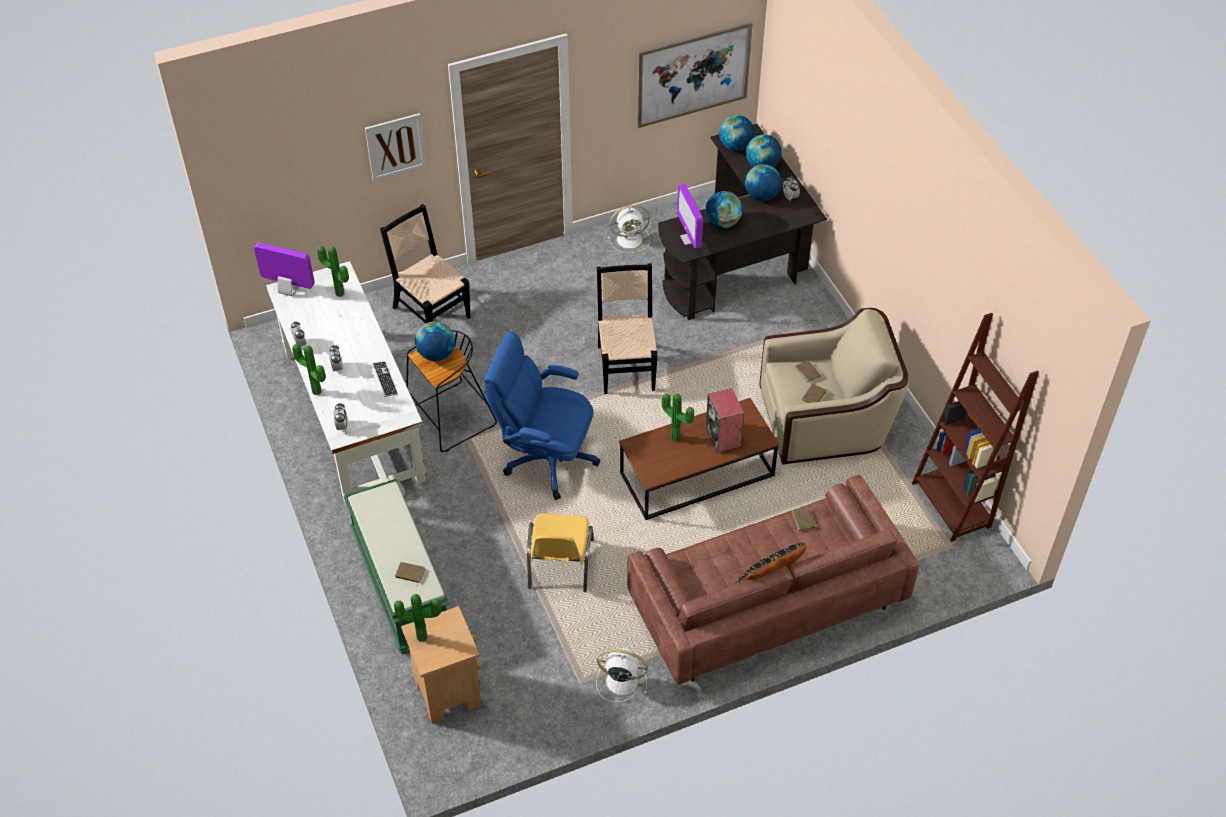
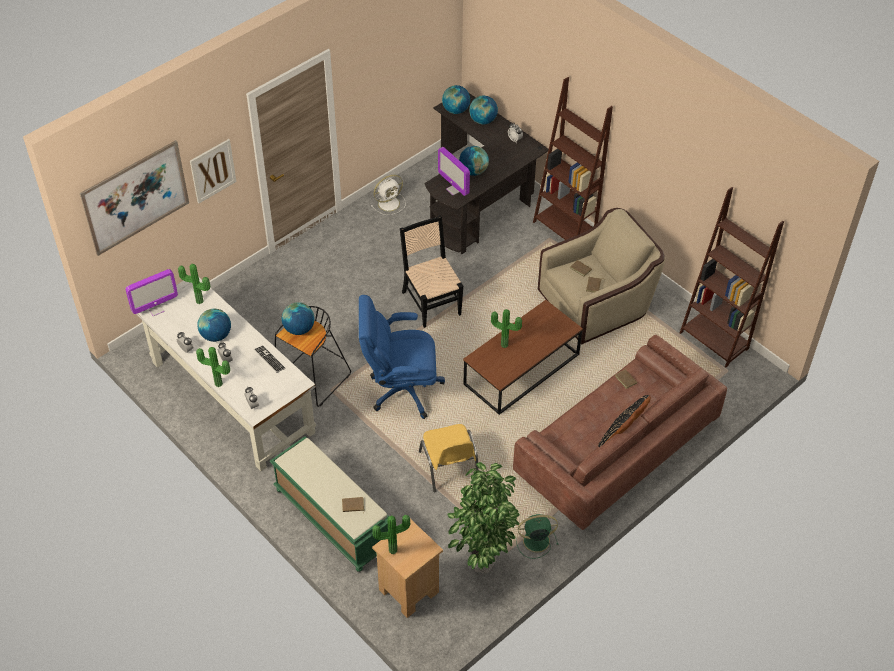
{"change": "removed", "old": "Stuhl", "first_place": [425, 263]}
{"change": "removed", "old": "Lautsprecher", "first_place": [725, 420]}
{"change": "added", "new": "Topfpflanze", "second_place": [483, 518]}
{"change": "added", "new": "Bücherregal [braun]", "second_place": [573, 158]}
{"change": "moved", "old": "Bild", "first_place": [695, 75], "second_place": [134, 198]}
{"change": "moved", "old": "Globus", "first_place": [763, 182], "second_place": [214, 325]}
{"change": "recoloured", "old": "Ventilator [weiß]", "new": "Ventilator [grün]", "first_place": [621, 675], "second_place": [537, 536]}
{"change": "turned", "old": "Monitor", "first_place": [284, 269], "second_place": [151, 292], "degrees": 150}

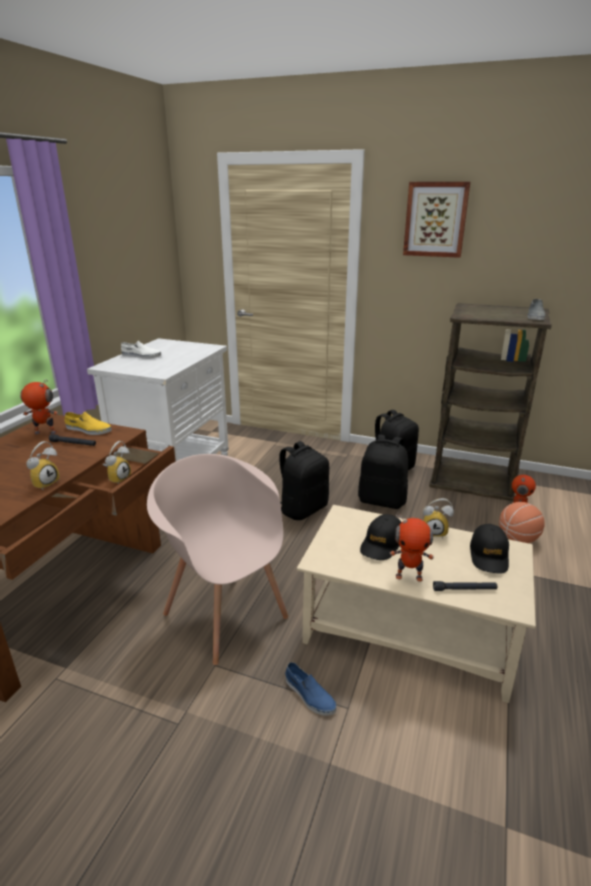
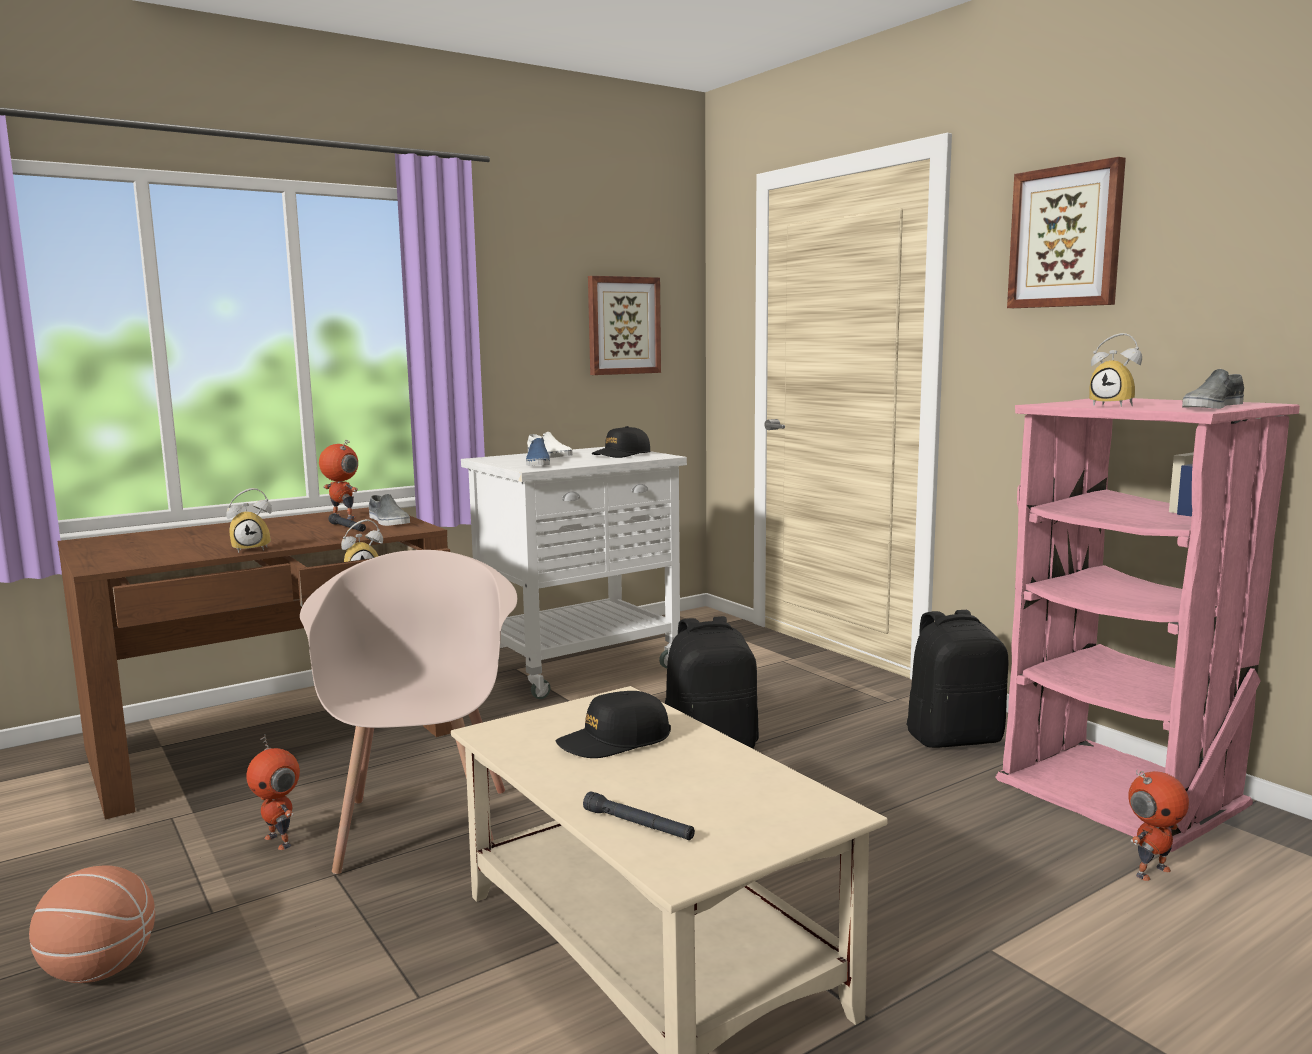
{"change": "removed", "old": "Rucksack [schwarz]", "first_place": [383, 471]}
{"change": "added", "new": "Bild", "second_place": [624, 325]}
{"change": "moved", "old": "Schuh [blau]", "first_place": [310, 689], "second_place": [538, 452]}
{"change": "moved", "old": "Spielzeugroboter", "first_place": [412, 547], "second_place": [273, 792]}
{"change": "moved", "old": "Wecker", "first_place": [438, 518], "second_place": [1115, 370]}
{"change": "moved", "old": "Kappe [schwarz]", "first_place": [489, 549], "second_place": [621, 442]}
{"change": "moved", "old": "Basketball", "first_place": [522, 522], "second_place": [92, 924]}
{"change": "recoloured", "old": "Schuh [gelb]", "new": "Schuh [grau]", "first_place": [88, 423], "second_place": [389, 510]}
{"change": "recoloured", "old": "Bücherregal [braun]", "new": "Bücherregal [rosa]", "first_place": [490, 402], "second_place": [1147, 625]}

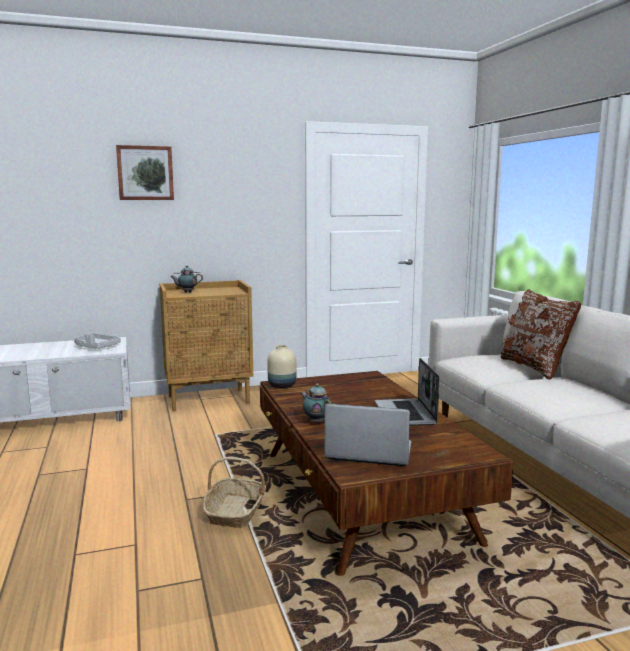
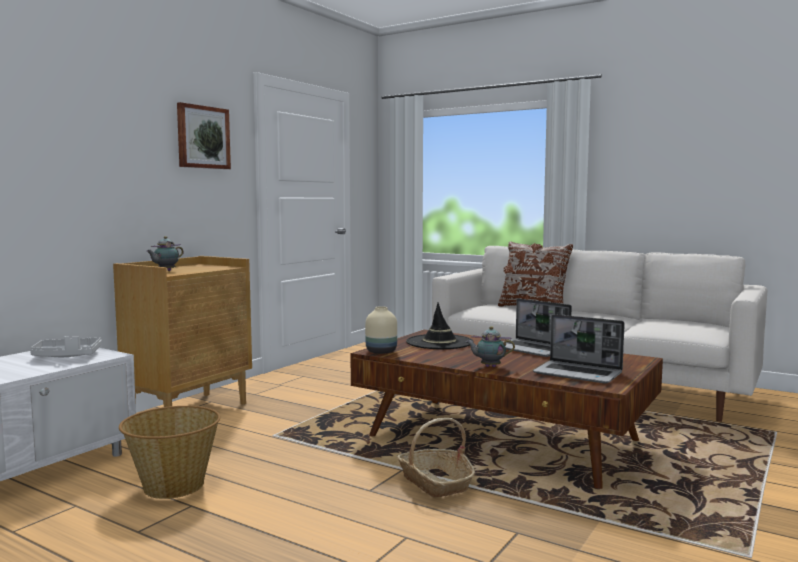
{"change": "added", "new": "Korb", "second_place": [170, 452]}
{"change": "added", "new": "Hut [schwarz]", "second_place": [439, 326]}
{"change": "moved", "old": "Bild", "first_place": [145, 172], "second_place": [204, 135]}
{"change": "turned", "old": "Laptop", "first_place": [367, 434], "second_place": [579, 349], "degrees": -120}

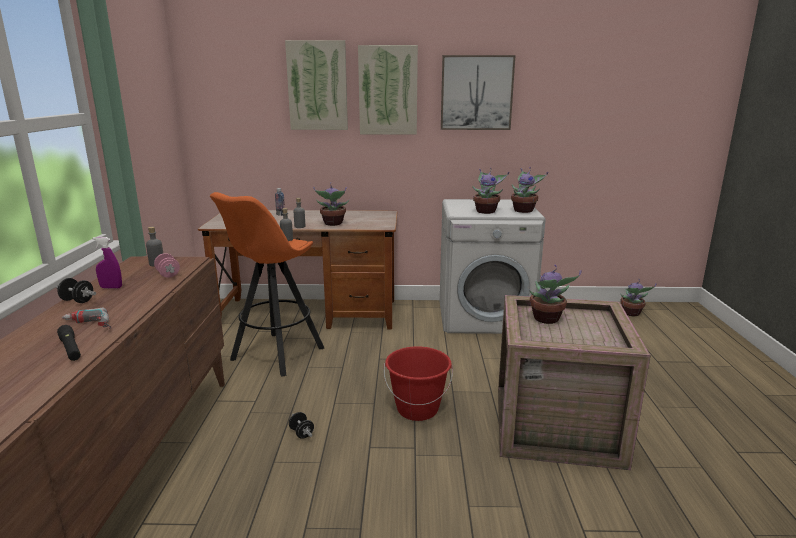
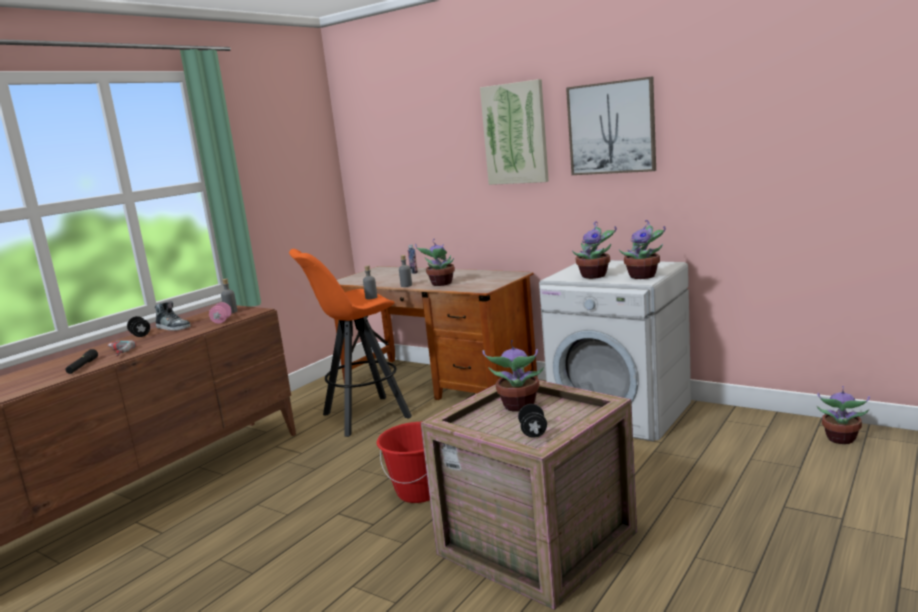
{"change": "removed", "old": "Bild", "first_place": [316, 85]}
{"change": "moved", "old": "Hantel [schwarz]", "first_place": [301, 425], "second_place": [532, 421]}
{"change": "replaced", "old": "Sprühflasche [lila]", "new": "Schuh", "first_place": [107, 263], "second_place": [173, 316]}

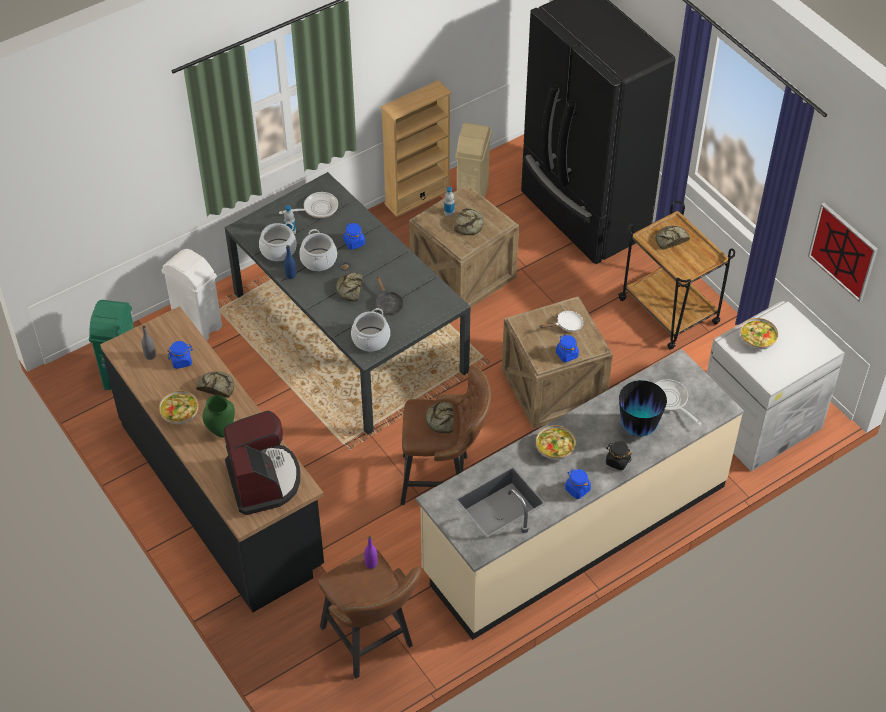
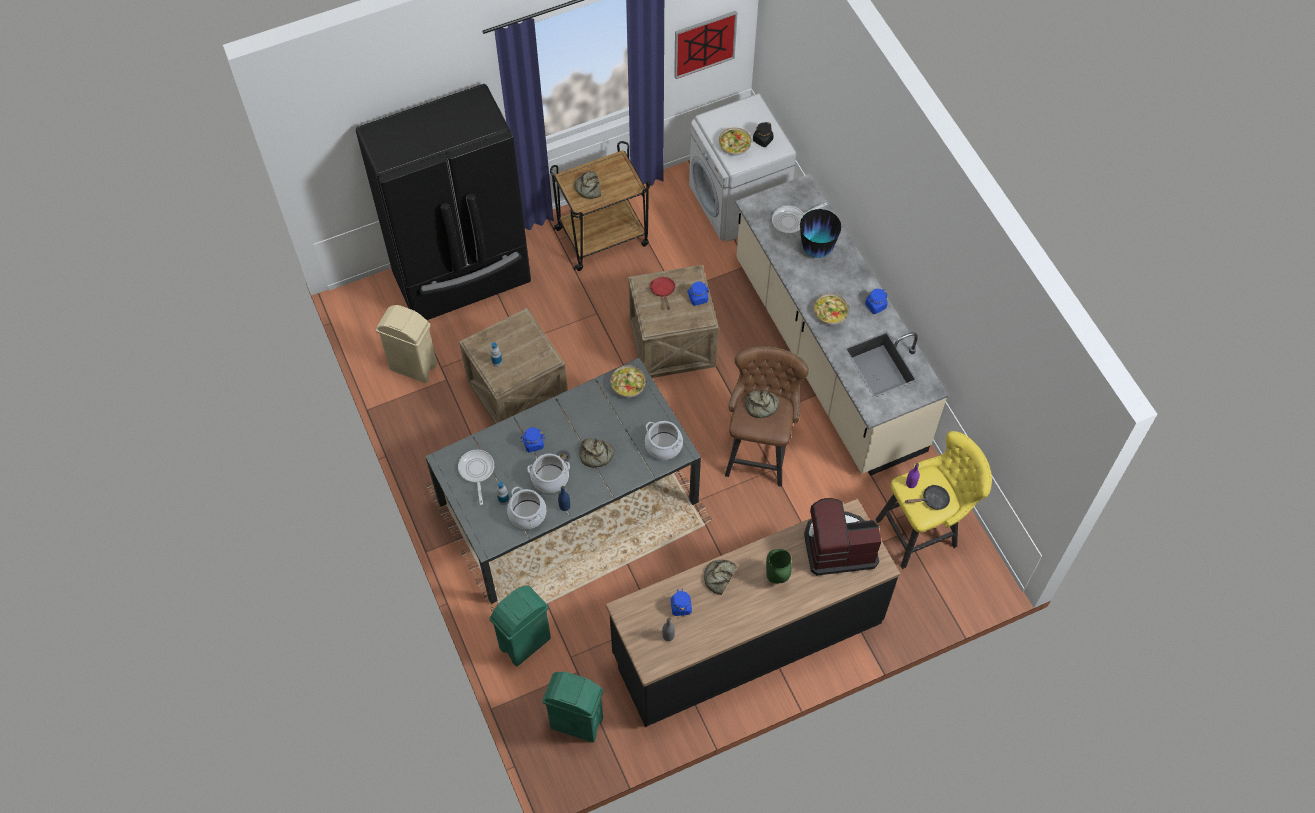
{"change": "removed", "old": "Bücherregal [beige]", "first_place": [416, 148]}
{"change": "removed", "old": "Brot", "first_place": [468, 221]}
{"change": "moved", "old": "Schüssel", "first_place": [178, 407], "second_place": [628, 382]}
{"change": "moved", "old": "Pfanne [schwarz]", "first_place": [389, 295], "second_place": [927, 497]}
{"change": "moved", "old": "Vorratsglas [schwarz]", "first_place": [618, 456], "second_place": [763, 134]}
{"change": "recoloured", "old": "Mülleimer [weiß]", "new": "Mülleimer [grün]", "first_place": [191, 295], "second_place": [520, 625]}
{"change": "recoloured", "old": "Hocker [braun]", "new": "Hocker [gelb]", "first_place": [369, 614], "second_place": [933, 500]}
{"change": "recoloured", "old": "Pfanne [weiß]", "new": "Pfanne [rot]", "first_place": [561, 321], "second_place": [662, 293]}

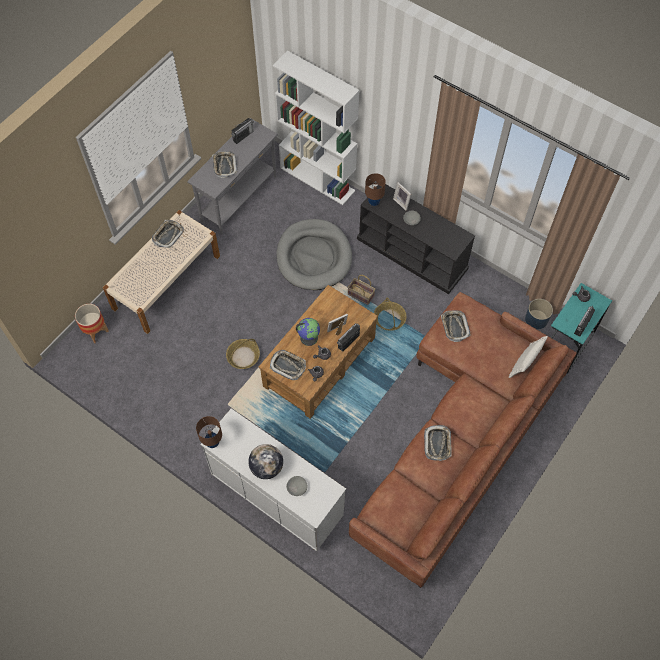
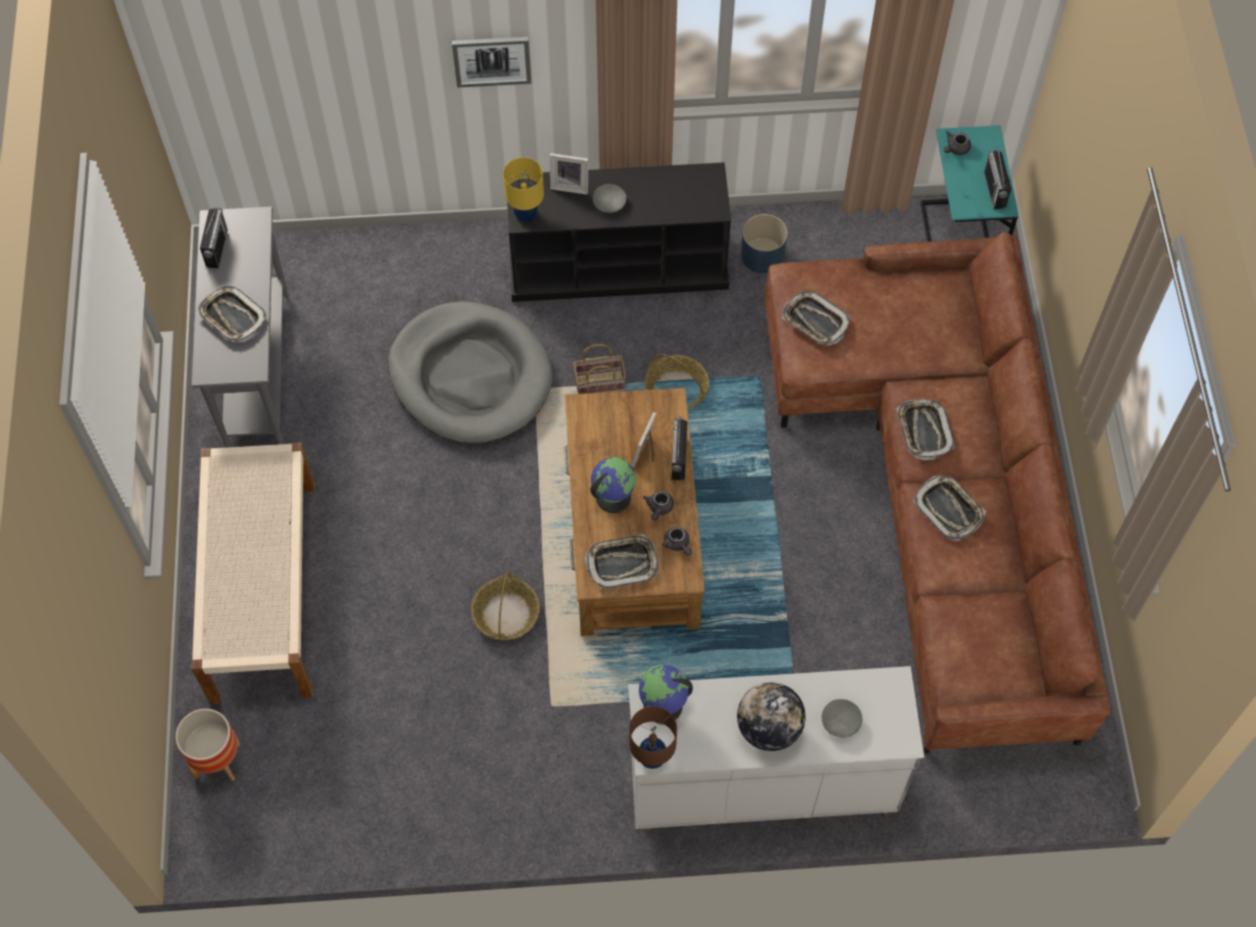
{"change": "removed", "old": "Bücherregal [weiß]", "first_place": [316, 128]}
{"change": "removed", "old": "Kissen [weiß]", "first_place": [528, 357]}
{"change": "added", "new": "Bild", "second_place": [491, 62]}
{"change": "added", "new": "Globus", "second_place": [666, 694]}
{"change": "moved", "old": "Tablett", "first_place": [168, 234], "second_place": [925, 430]}
{"change": "moved", "old": "Pflanzkübel [blau]", "first_place": [539, 314], "second_place": [764, 243]}
{"change": "recoloured", "old": "Tischlampe [braun]", "new": "Tischlampe [gelb]", "first_place": [375, 189], "second_place": [523, 189]}

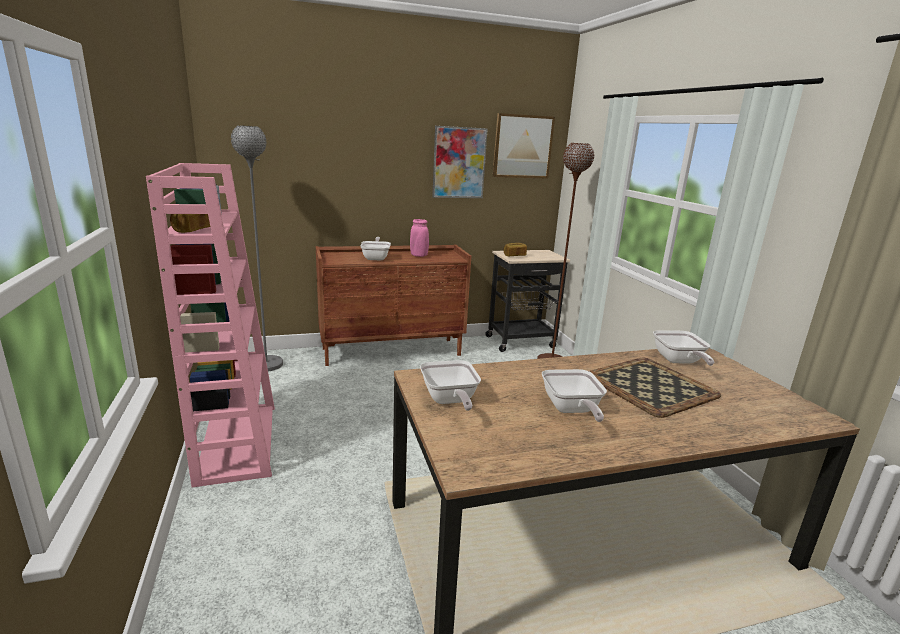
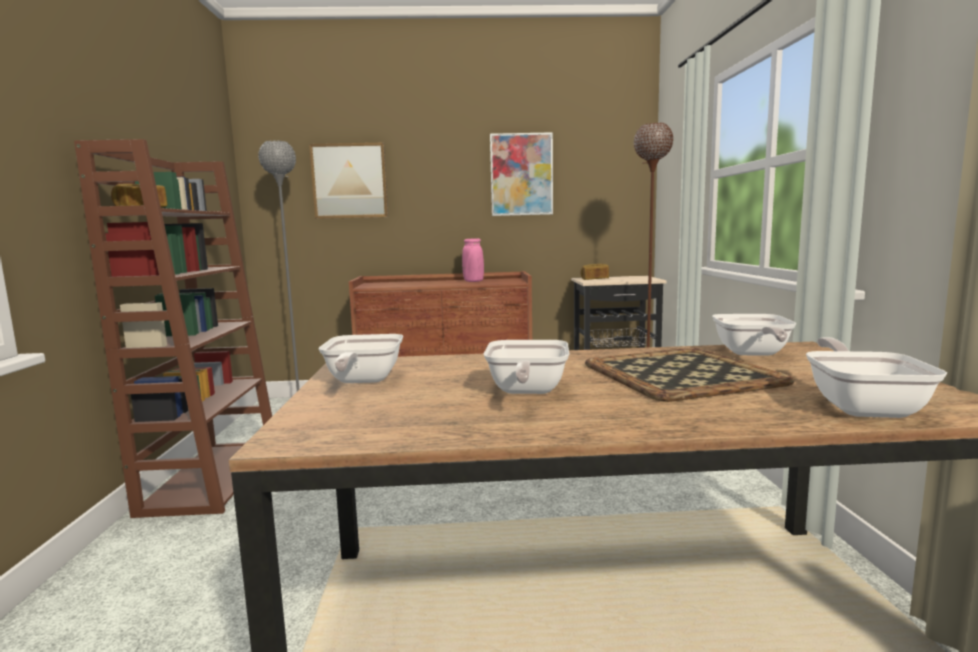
{"change": "moved", "old": "Pfanne", "first_place": [375, 248], "second_place": [876, 377]}
{"change": "moved", "old": "Bild", "first_place": [524, 146], "second_place": [348, 181]}
{"change": "recoloured", "old": "Bücherregal [rosa]", "new": "Bücherregal [braun]", "first_place": [210, 325], "second_place": [173, 328]}

